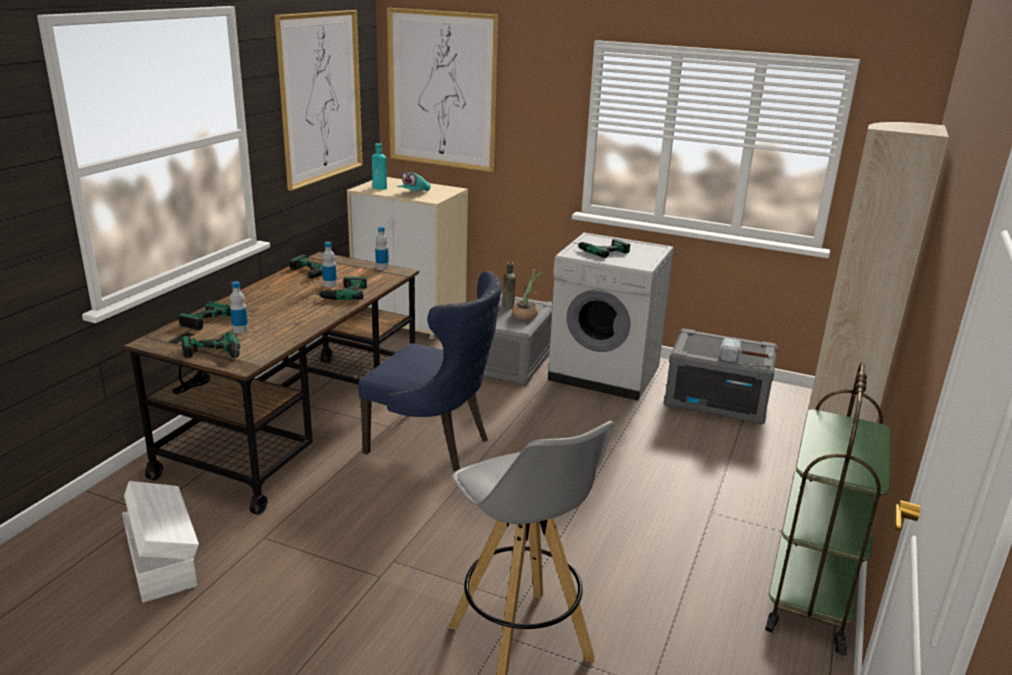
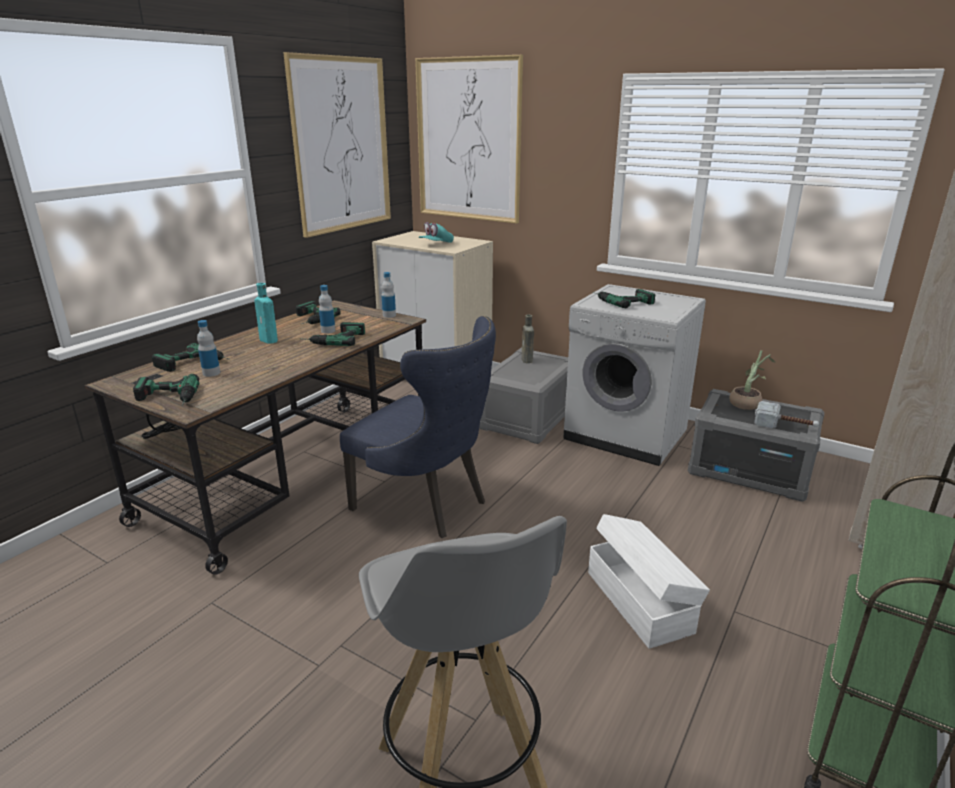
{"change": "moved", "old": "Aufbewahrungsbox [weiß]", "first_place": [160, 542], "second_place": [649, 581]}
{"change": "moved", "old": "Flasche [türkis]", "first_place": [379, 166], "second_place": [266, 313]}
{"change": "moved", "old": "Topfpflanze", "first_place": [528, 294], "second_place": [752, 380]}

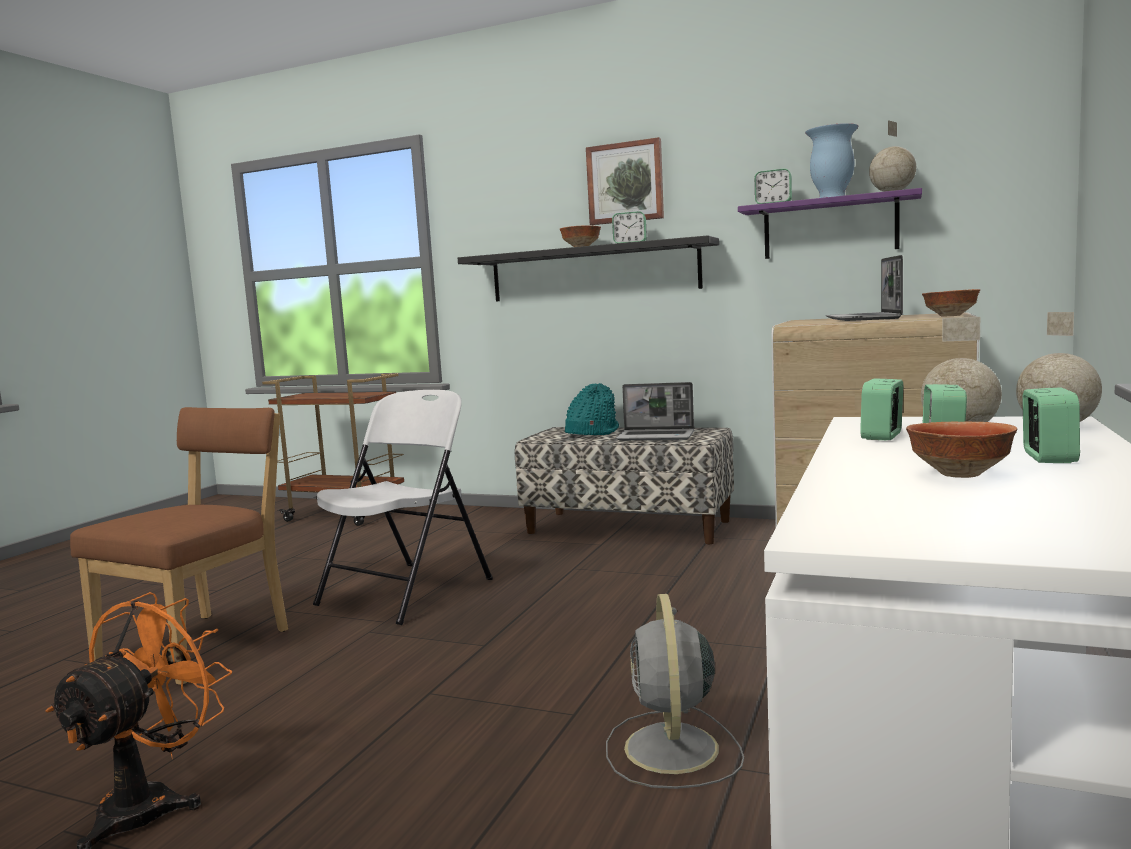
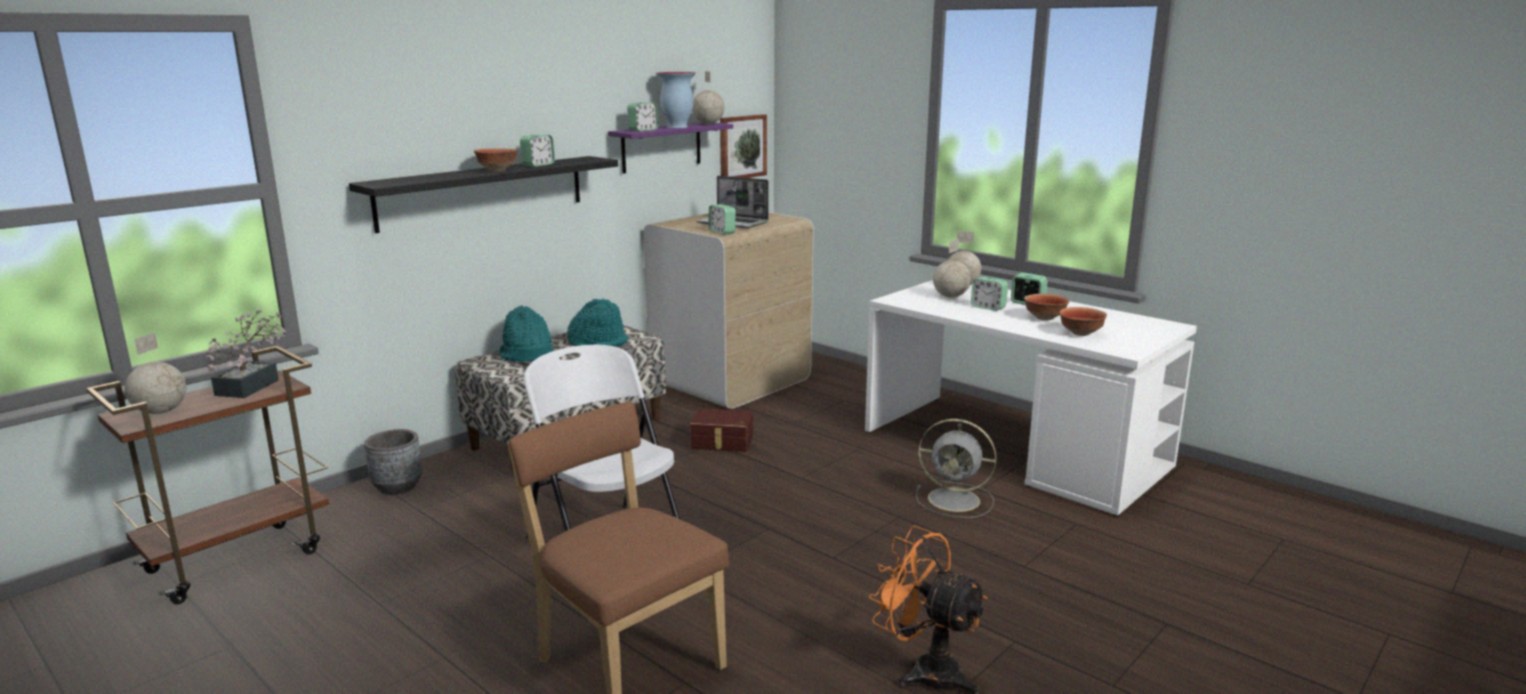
{"change": "added", "new": "Globus", "second_place": [155, 373]}
{"change": "added", "new": "Topfpflanze", "second_place": [246, 353]}
{"change": "added", "new": "Pflanzkübel [grau]", "second_place": [393, 462]}
{"change": "added", "new": "Aufbewahrungsbox [braun]", "second_place": [721, 430]}
{"change": "moved", "old": "Bild", "first_place": [625, 181], "second_place": [743, 146]}
{"change": "moved", "old": "Wecker", "first_place": [881, 409], "second_place": [722, 219]}
{"change": "moved", "old": "Schüssel", "first_place": [951, 302], "second_place": [1083, 321]}
{"change": "replaced", "old": "Laptop", "new": "Hut [türkis]", "first_place": [655, 411], "second_place": [597, 323]}

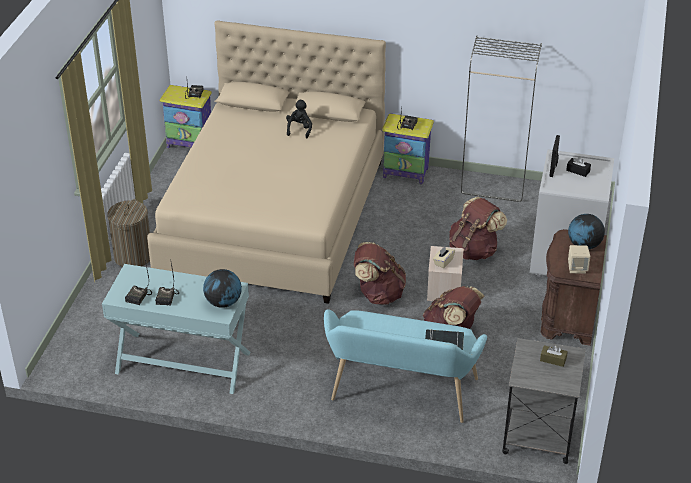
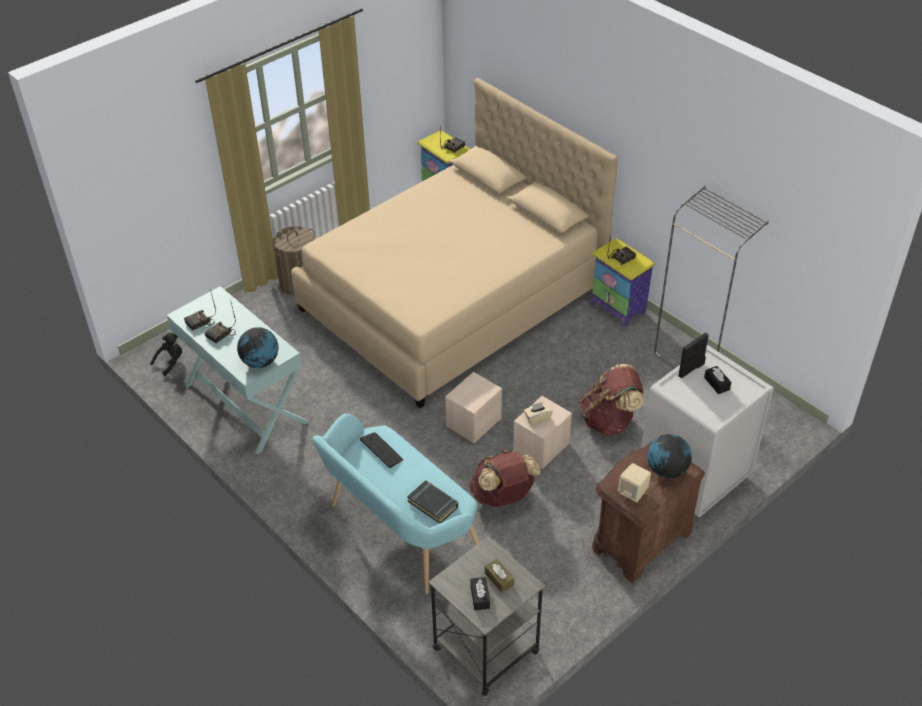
{"change": "added", "new": "Tastatur", "second_place": [381, 450]}
{"change": "added", "new": "Taschentuchbox [schwarz]", "second_place": [480, 593]}
{"change": "moved", "old": "Plüschtier [schwarz]", "first_place": [299, 119], "second_place": [166, 354]}
{"change": "replaced", "old": "Rucksack [braun]", "new": "Aufbewahrungsbox [beige]", "first_place": [380, 273], "second_place": [473, 407]}

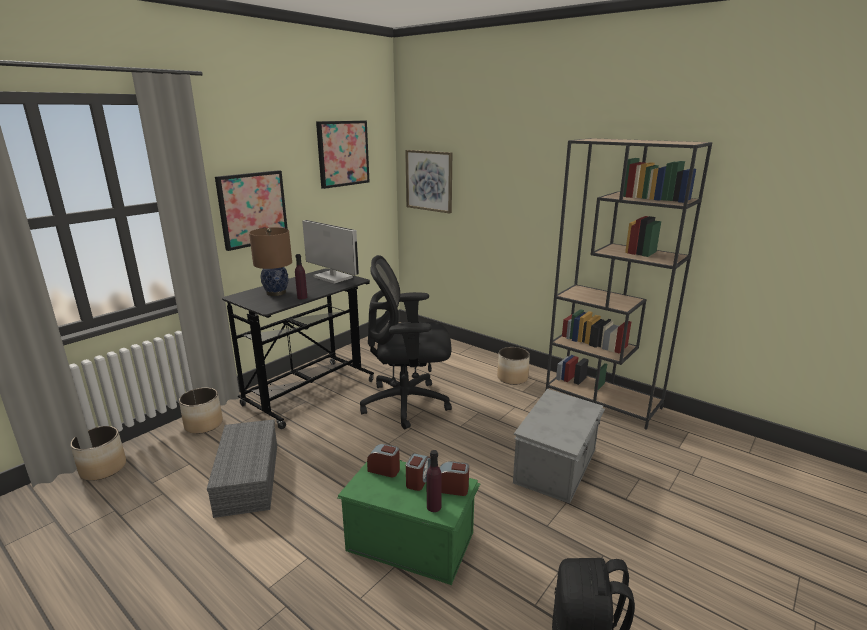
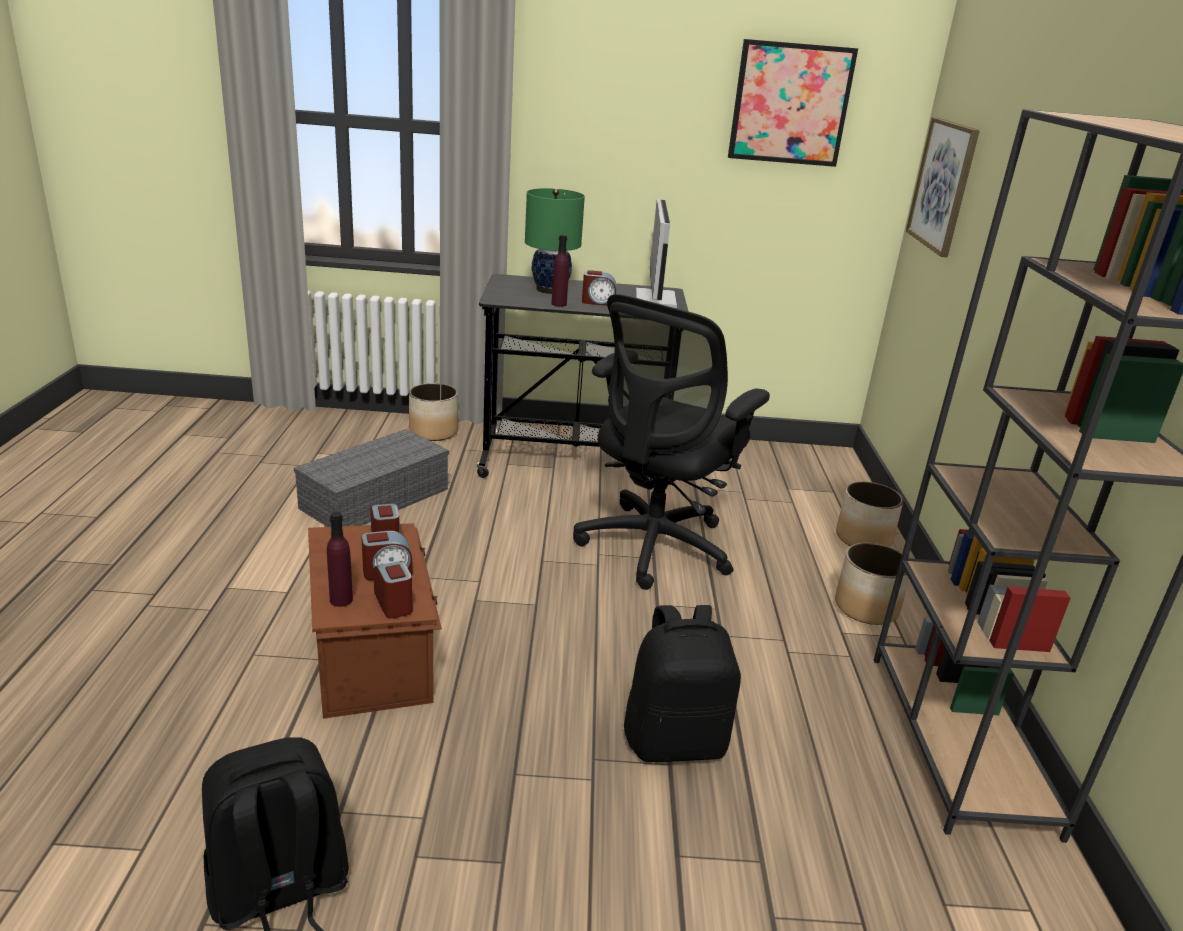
{"change": "removed", "old": "Bild", "first_place": [251, 210]}
{"change": "added", "new": "Wecker", "second_place": [599, 288]}
{"change": "moved", "old": "Pflanzkübel", "first_place": [98, 453], "second_place": [869, 514]}
{"change": "replaced", "old": "Aufbewahrungsbox [grau]", "new": "Rucksack [schwarz]", "first_place": [559, 446], "second_place": [682, 683]}
{"change": "recoloured", "old": "Tischlampe [braun]", "new": "Tischlampe [grün]", "first_place": [270, 262], "second_place": [555, 241]}
{"change": "recoloured", "old": "Aufbewahrungsbox [grün]", "new": "Aufbewahrungsbox [braun]", "first_place": [409, 522], "second_place": [375, 621]}
{"change": "turned", "old": "Bürostuhl [schwarz]", "first_place": [406, 342], "second_place": [671, 442], "degrees": -105}

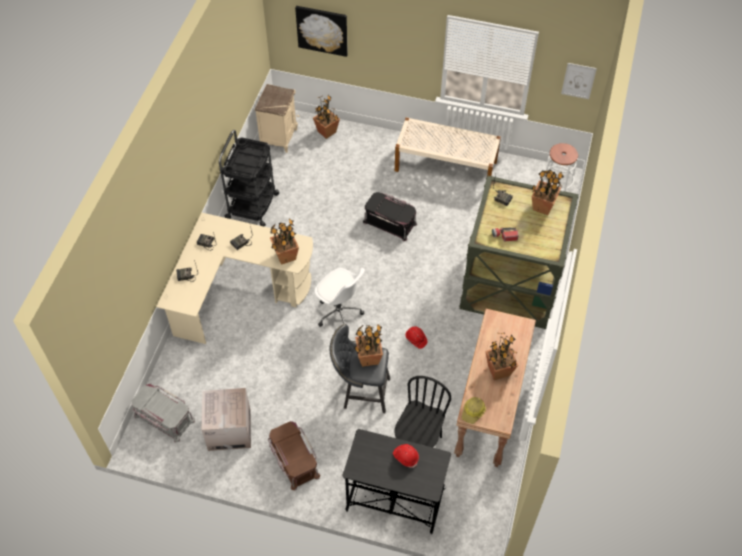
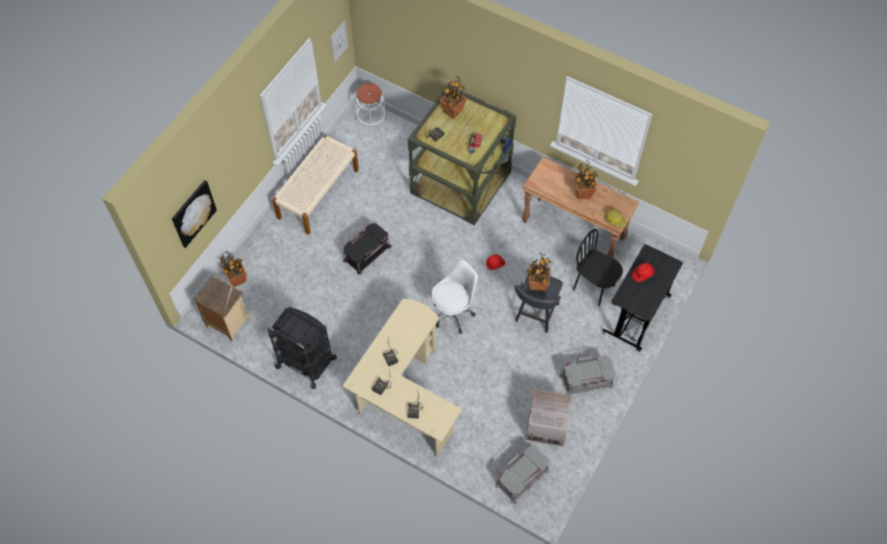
{"change": "removed", "old": "Topfpflanze", "first_place": [284, 242]}
{"change": "recoloured", "old": "Aufbewahrungsbox [braun]", "new": "Aufbewahrungsbox [grau]", "first_place": [294, 456], "second_place": [587, 375]}

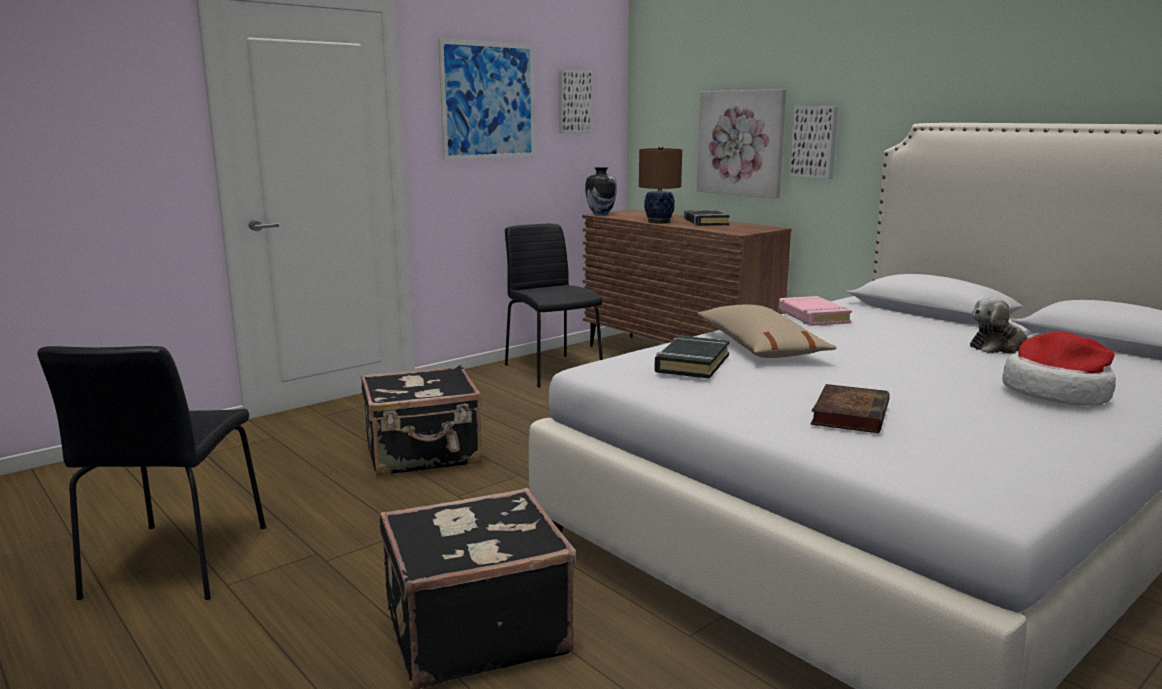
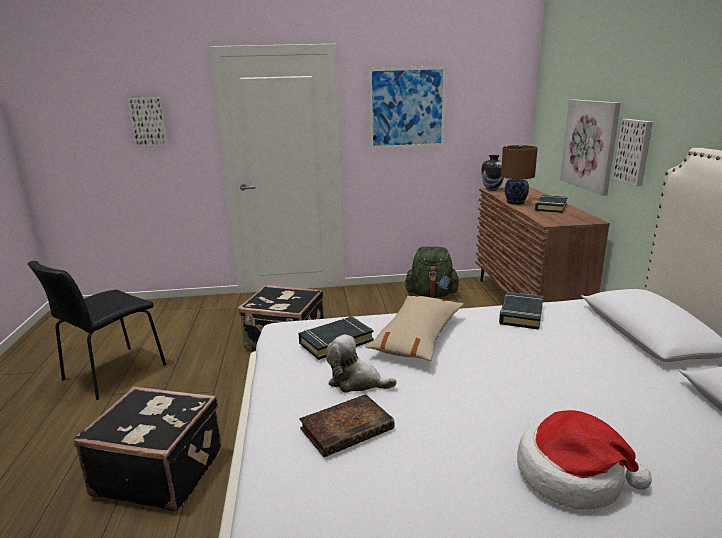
{"change": "moved", "old": "Bild", "first_place": [575, 101], "second_place": [148, 122]}
{"change": "moved", "old": "Plüschtier", "first_place": [1005, 325], "second_place": [361, 363]}
{"change": "replaced", "old": "Stuhl [schwarz]", "new": "Rucksack [grün]", "first_place": [554, 305], "second_place": [432, 272]}
{"change": "recoloured", "old": "Buch [rosa]", "new": "Buch [schwarz]", "first_place": [815, 311], "second_place": [521, 311]}

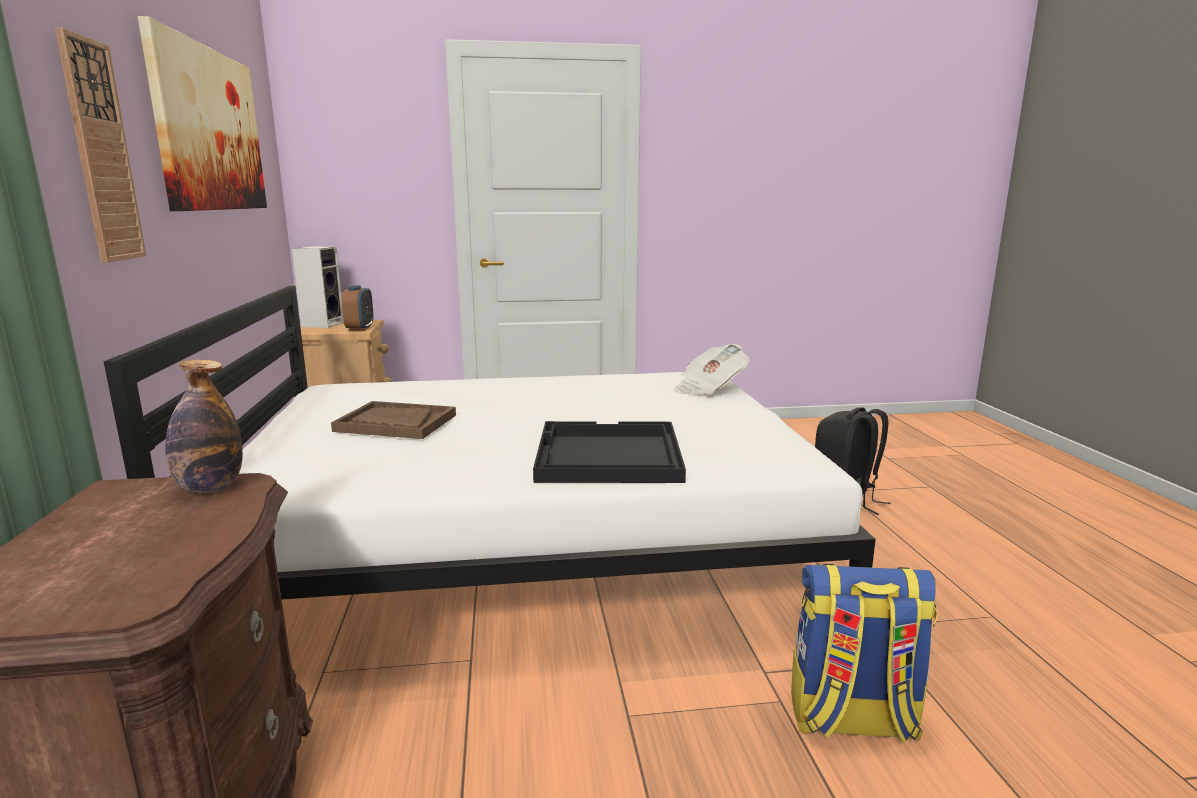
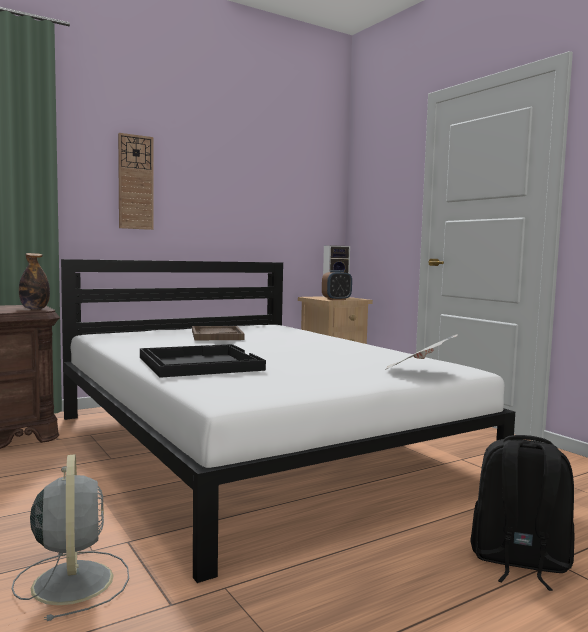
{"change": "removed", "old": "Bild", "first_place": [202, 113]}
{"change": "replaced", "old": "Rucksack", "new": "Ventilator [grau]", "first_place": [864, 654], "second_place": [70, 538]}

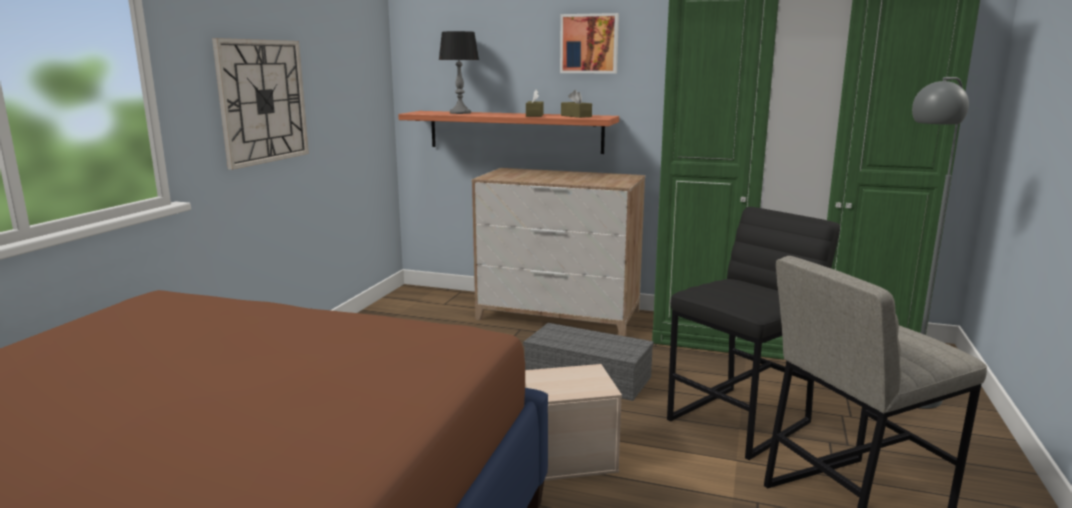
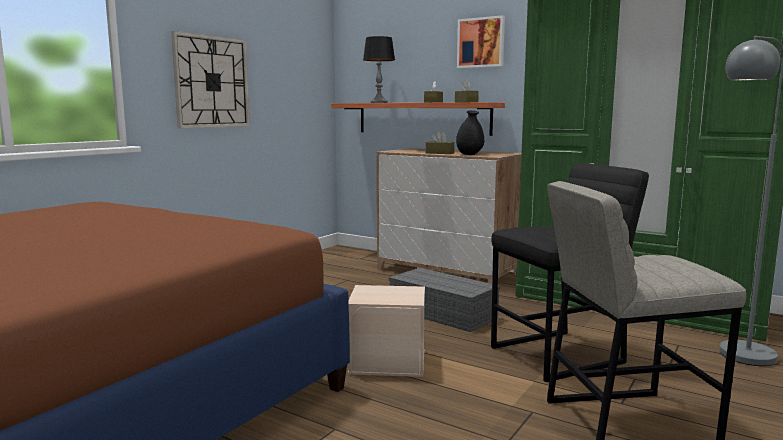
{"change": "added", "new": "Taschentuchbox [braun]", "second_place": [440, 142]}
{"change": "added", "new": "Vase [schwarz]", "second_place": [470, 132]}

